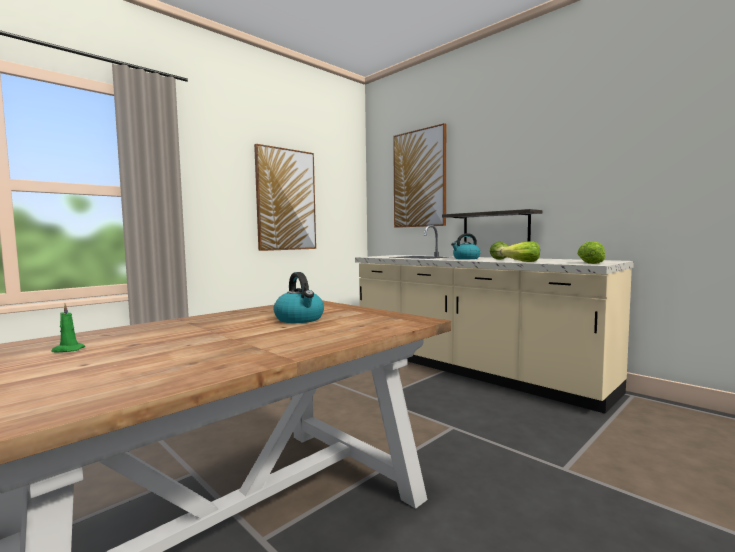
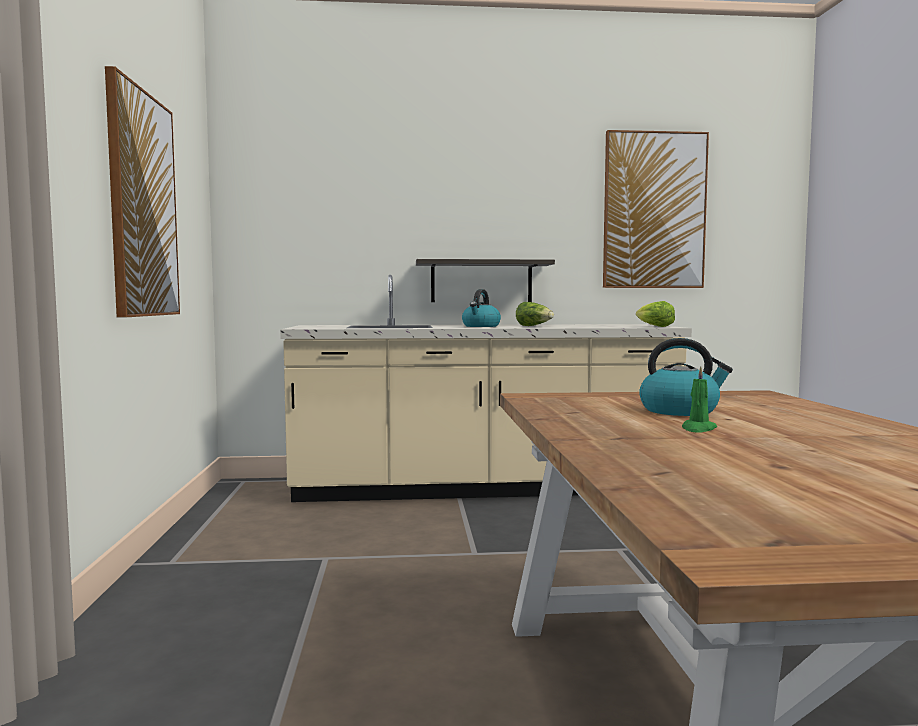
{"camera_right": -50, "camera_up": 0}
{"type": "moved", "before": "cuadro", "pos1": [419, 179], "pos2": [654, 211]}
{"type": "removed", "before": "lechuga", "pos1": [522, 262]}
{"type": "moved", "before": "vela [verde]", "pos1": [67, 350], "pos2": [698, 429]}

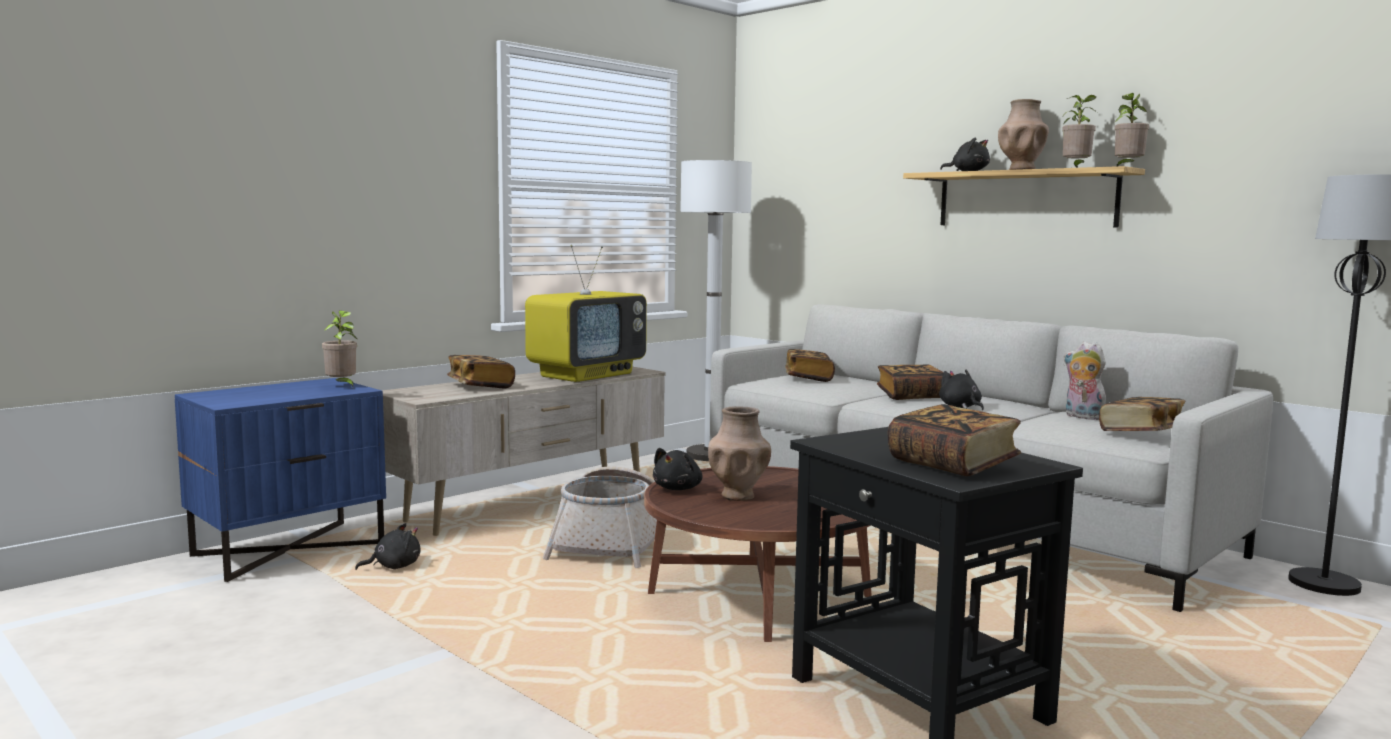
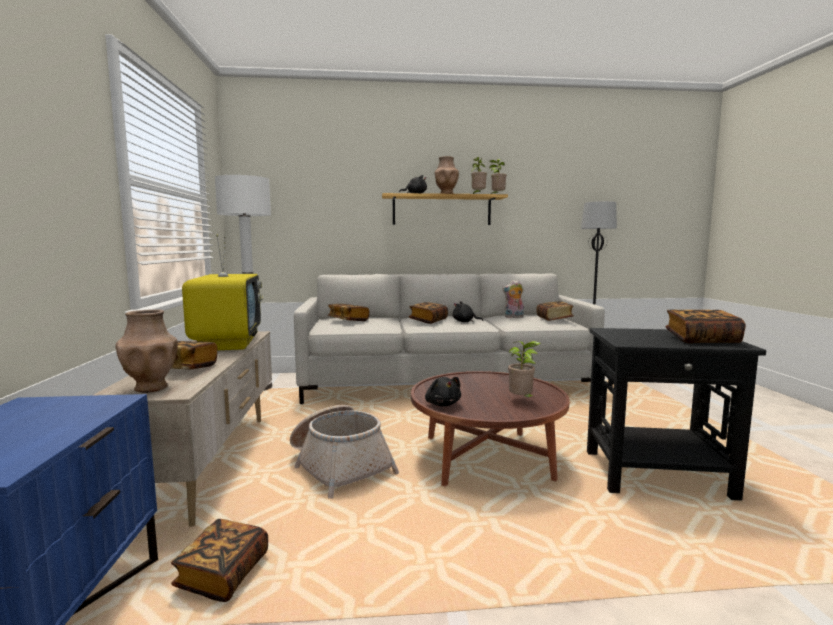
{"camera_right": -50, "camera_up": 0}
{"type": "moved", "before": "planta en maceta", "pos1": [342, 386], "pos2": [522, 400]}
{"type": "moved", "before": "florero [marrón]", "pos1": [738, 496], "pos2": [151, 388]}
{"type": "replaced", "before": "peluche [negro]", "after": "libro", "pos1": [393, 567], "pos2": [223, 575]}

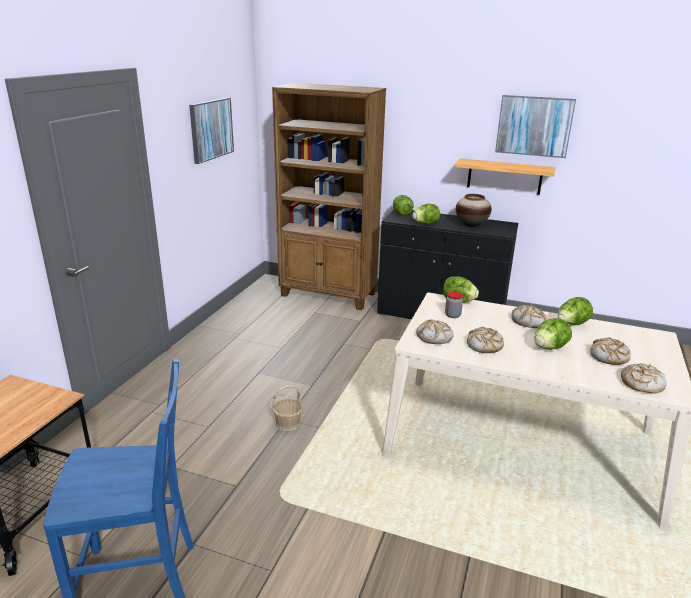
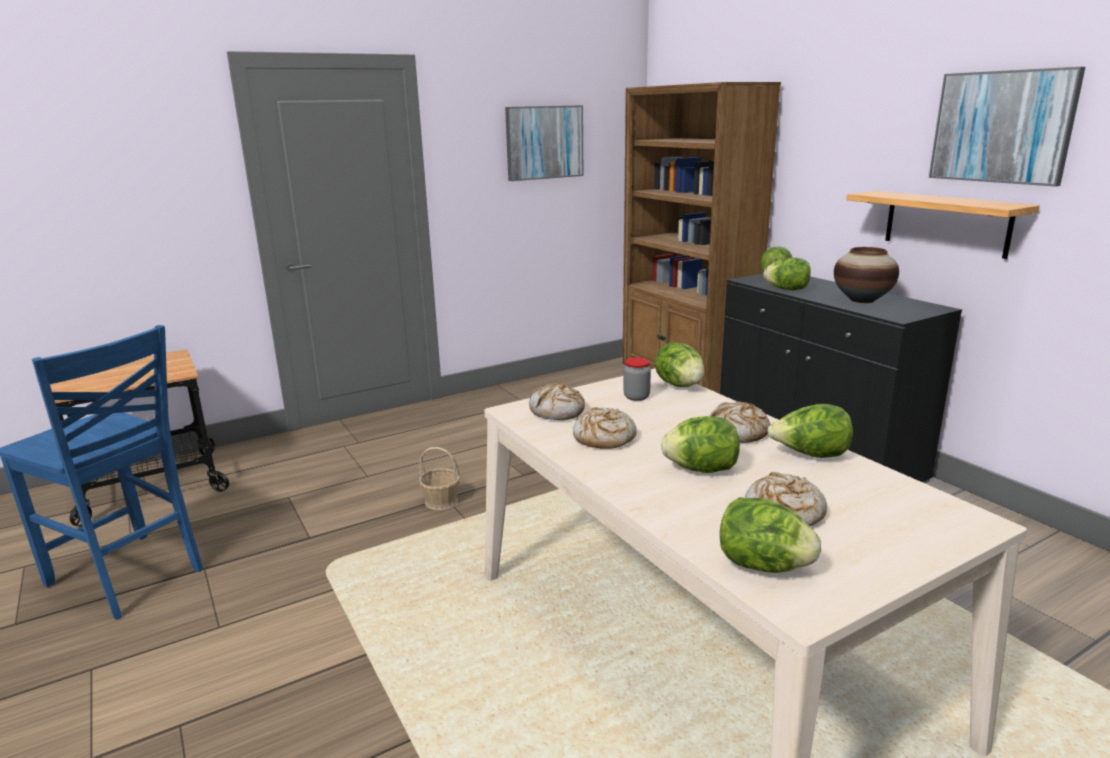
{"camera_right": 40, "camera_up": -5}
{"type": "replaced", "before": "pan", "after": "lechuga", "pos1": [641, 384], "pos2": [762, 566]}

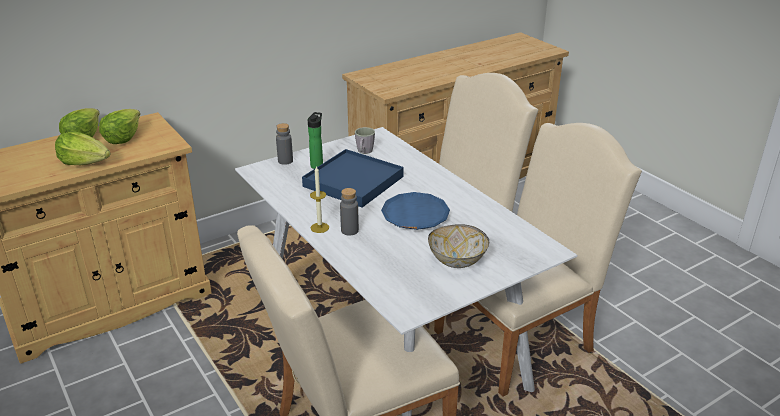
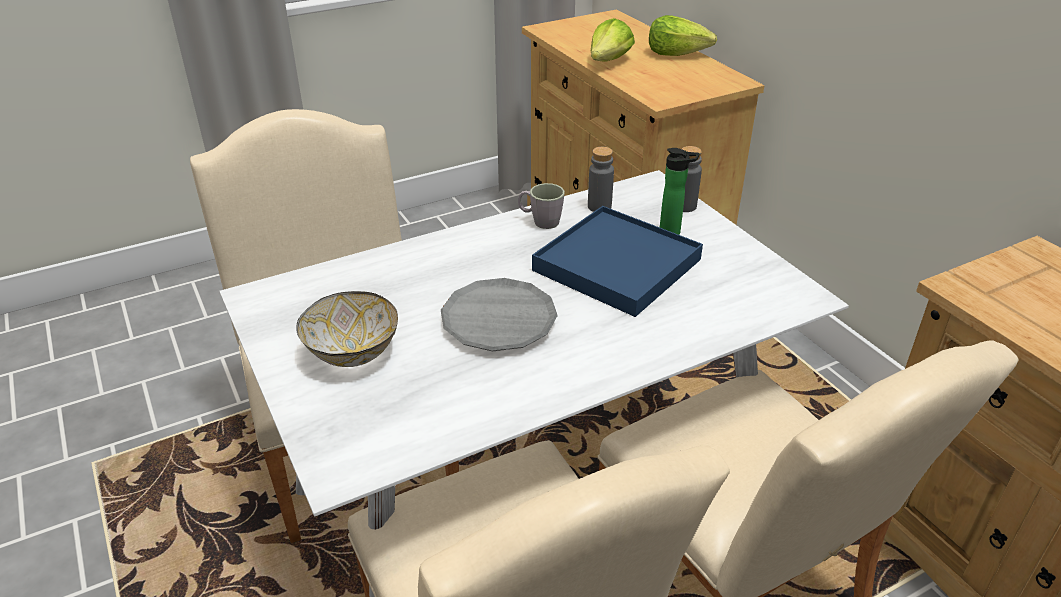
{"camera_right": 95, "camera_up": 5}
{"type": "removed", "before": "lechuga", "pos1": [123, 137]}
{"type": "moved", "before": "taza grande [gris]", "pos1": [364, 152], "pos2": [540, 221]}
{"type": "removed", "before": "vela", "pos1": [320, 227]}
{"type": "moved", "before": "botella [gris]", "pos1": [349, 230], "pos2": [599, 207]}
{"type": "recoloured", "before": "plato [azul]", "after": "plato [gris]", "pos1": [415, 215], "pos2": [499, 321]}

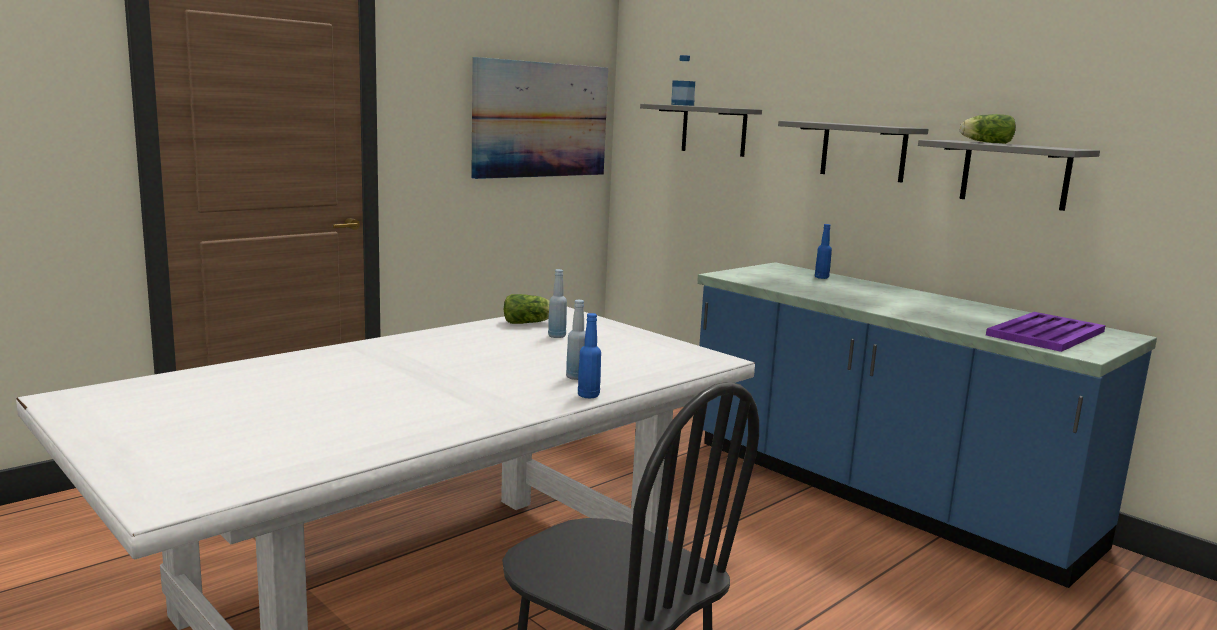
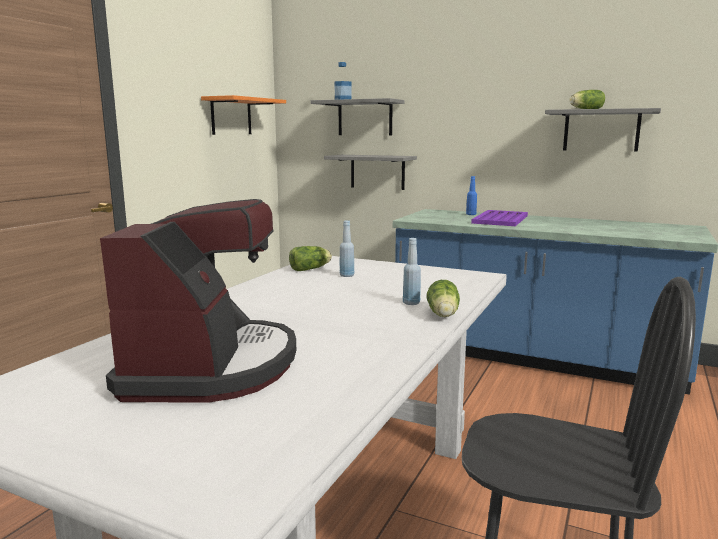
{"camera_right": -20, "camera_up": 0}
{"type": "replaced", "before": "cuadro", "after": "estante [naranja]", "pos1": [540, 120], "pos2": [231, 116]}
{"type": "moved", "before": "estante [gris]", "pos1": [863, 151], "pos2": [377, 172]}
{"type": "moved", "before": "bandeja [morado]", "pos1": [1047, 333], "pos2": [501, 219]}
{"type": "replaced", "before": "botella [azul]", "after": "lechuga", "pos1": [588, 395], "pos2": [443, 315]}
{"type": "added", "after": "cafetera", "pos2": [211, 366]}

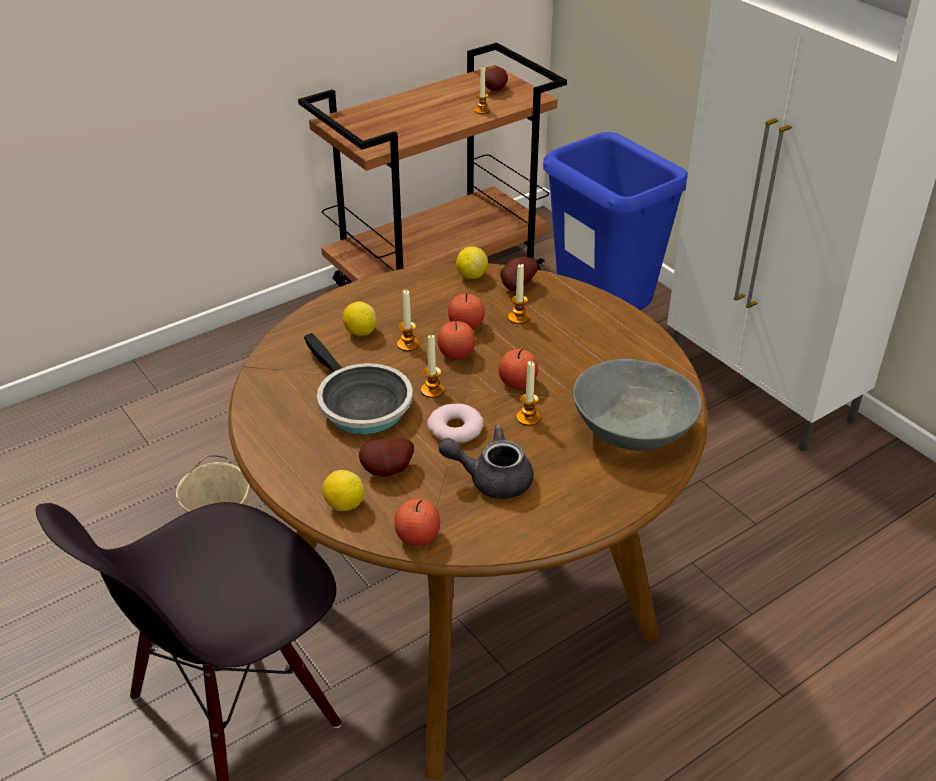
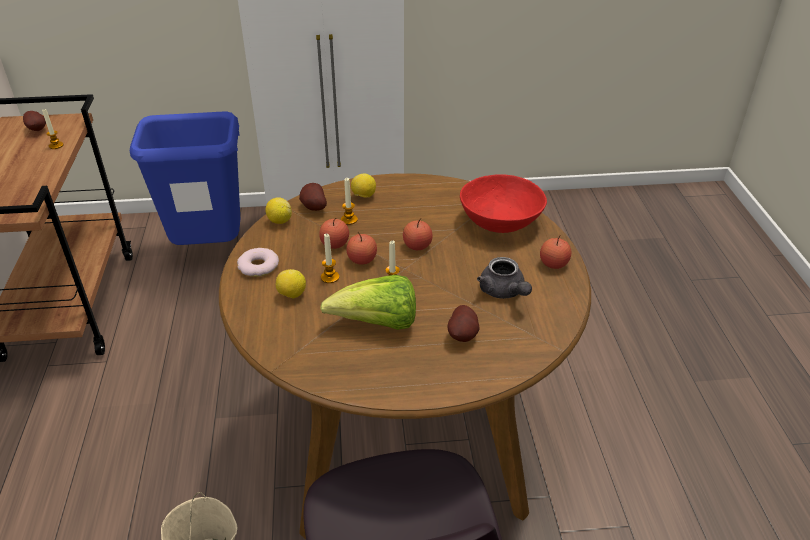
{"camera_right": -60, "camera_up": 0}
{"type": "replaced", "before": "sartén", "after": "lechuga", "pos1": [360, 404], "pos2": [377, 324]}
{"type": "recoloured", "before": "cuenco [gris]", "after": "cuenco [rojo]", "pos1": [631, 431], "pos2": [501, 222]}
{"type": "removed", "before": "vela", "pos1": [528, 418]}
{"type": "moved", "before": "rosquilla", "pos1": [455, 429], "pos2": [258, 266]}
{"type": "turned", "before": "tetera [gris]", "pos1": [491, 478], "pos2": [504, 292], "turn": -60}
{"type": "moved", "before": "limón", "pos1": [344, 505], "pos2": [363, 196]}
{"type": "moved", "before": "manzana", "pos1": [417, 536], "pos2": [553, 264]}

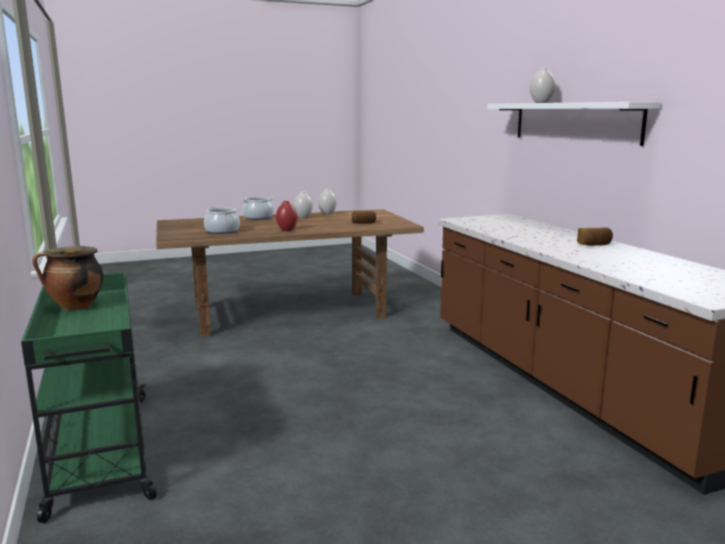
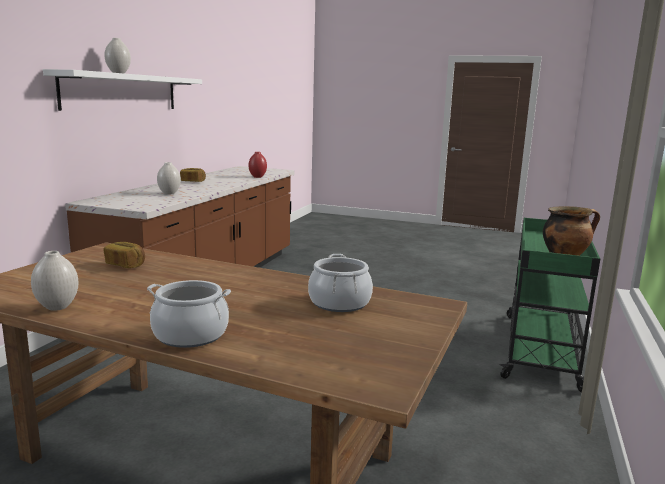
{"camera_right": -140, "camera_up": 0}
{"type": "moved", "before": "florero [blanco]", "pos1": [303, 217], "pos2": [169, 193]}
{"type": "moved", "before": "florero [rojo]", "pos1": [286, 230], "pos2": [257, 177]}

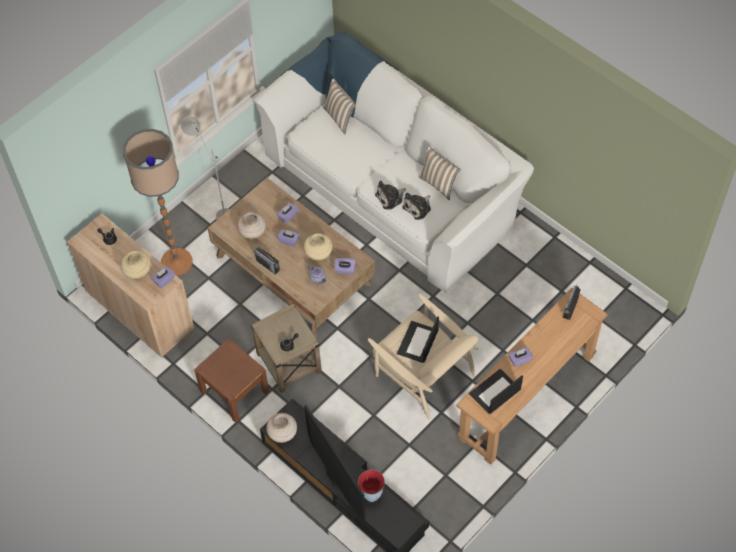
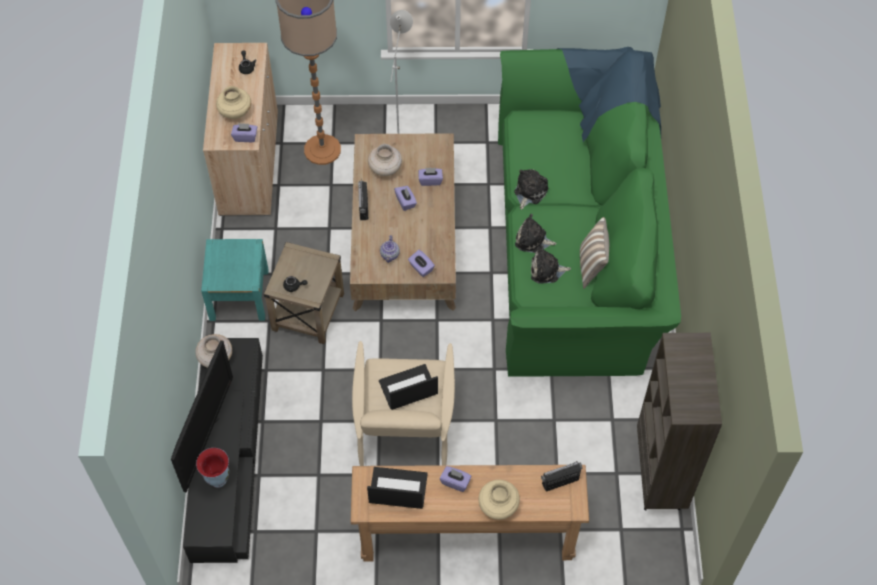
{"camera_right": 45, "camera_up": 0}
{"type": "recoloured", "before": "sofá [blanco]", "after": "sofá [verde]", "pos1": [392, 184], "pos2": [577, 241]}
{"type": "removed", "before": "cojín", "pos1": [340, 118]}
{"type": "moved", "before": "florero [beis]", "pos1": [318, 253], "pos2": [498, 506]}
{"type": "recoloured", "before": "mesita de noche [marrón]", "after": "mesita de noche [turquesa]", "pos1": [234, 391], "pos2": [239, 295]}
{"type": "added", "after": "peluche", "pos2": [529, 192]}
{"type": "added", "after": "estantería [marrón]", "pos2": [660, 476]}

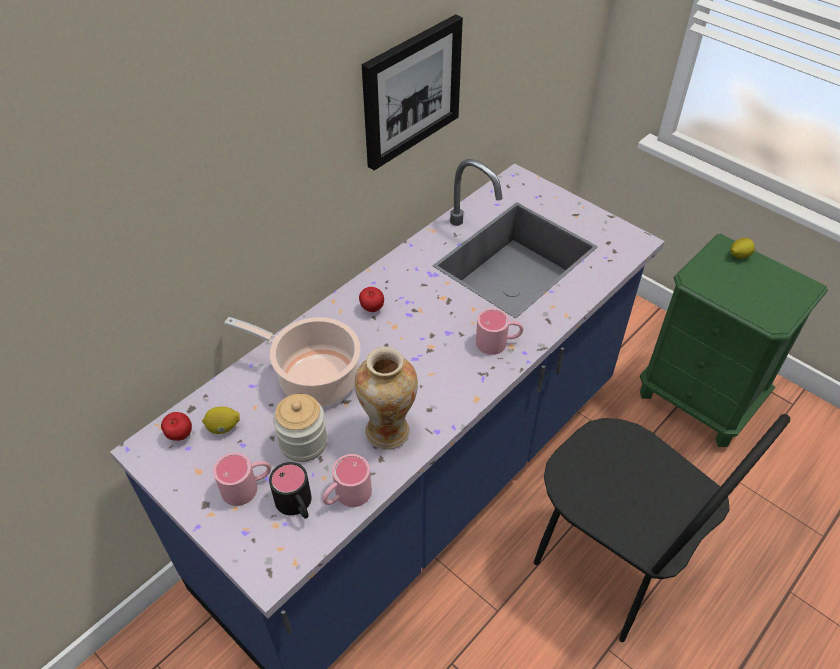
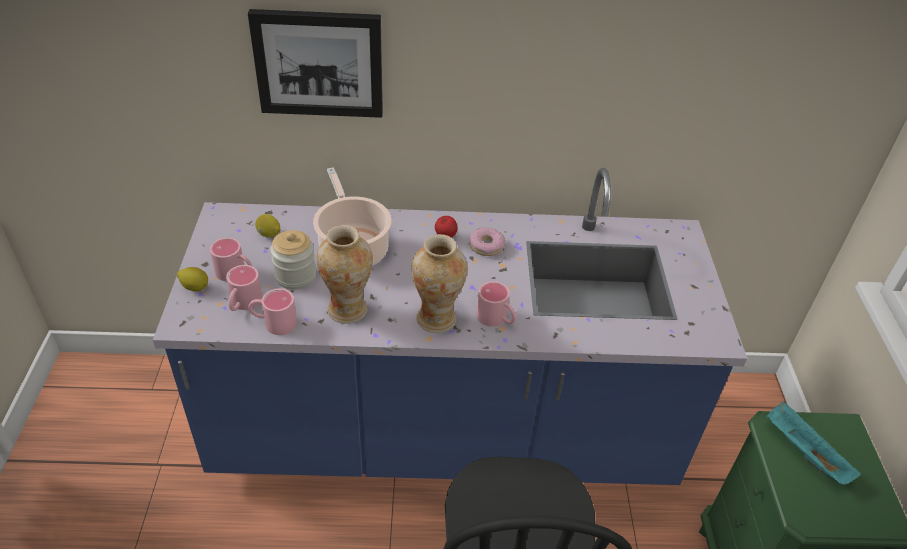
{"camera_right": 45, "camera_up": -5}
{"type": "moved", "before": "cuadro", "pos1": [410, 91], "pos2": [319, 63]}
{"type": "moved", "before": "limón", "pos1": [738, 255], "pos2": [195, 287]}
{"type": "removed", "before": "manzana", "pos1": [180, 436]}
{"type": "recoloured", "before": "taza grande [negro]", "after": "taza grande [rosa]", "pos1": [297, 505], "pos2": [243, 304]}
{"type": "added", "after": "rosquilla", "pos2": [486, 246]}
{"type": "added", "after": "florero", "pos2": [436, 319]}
{"type": "added", "after": "bandeja [turquesa]", "pos2": [803, 452]}

